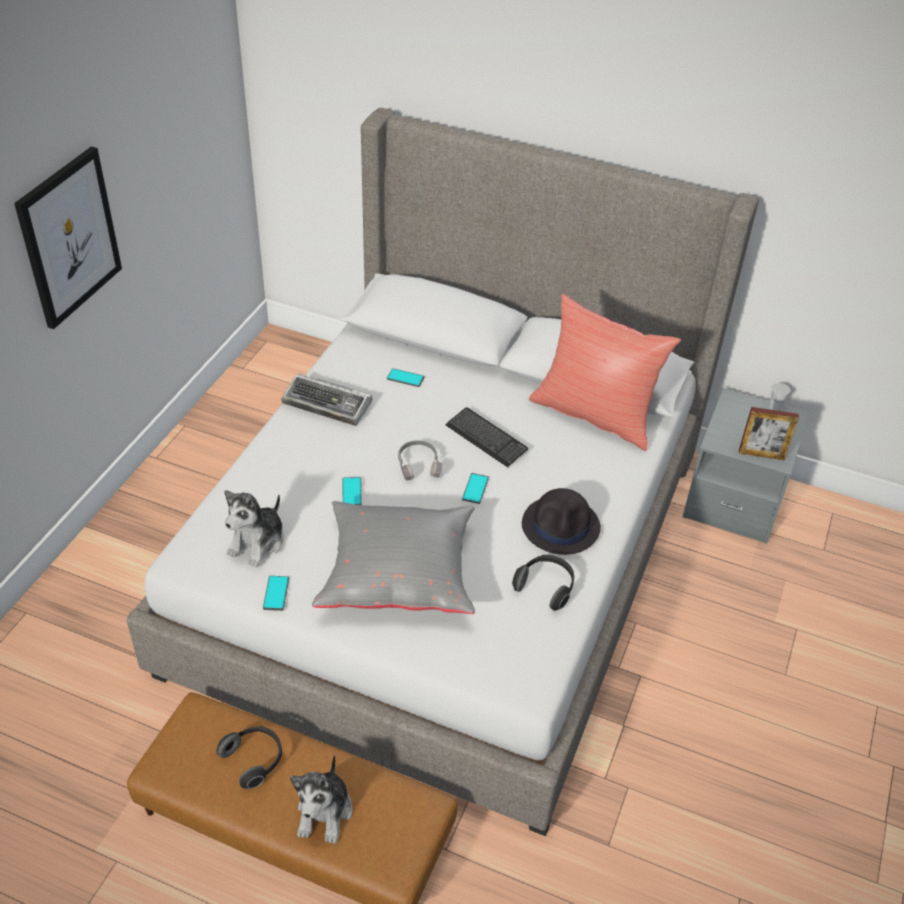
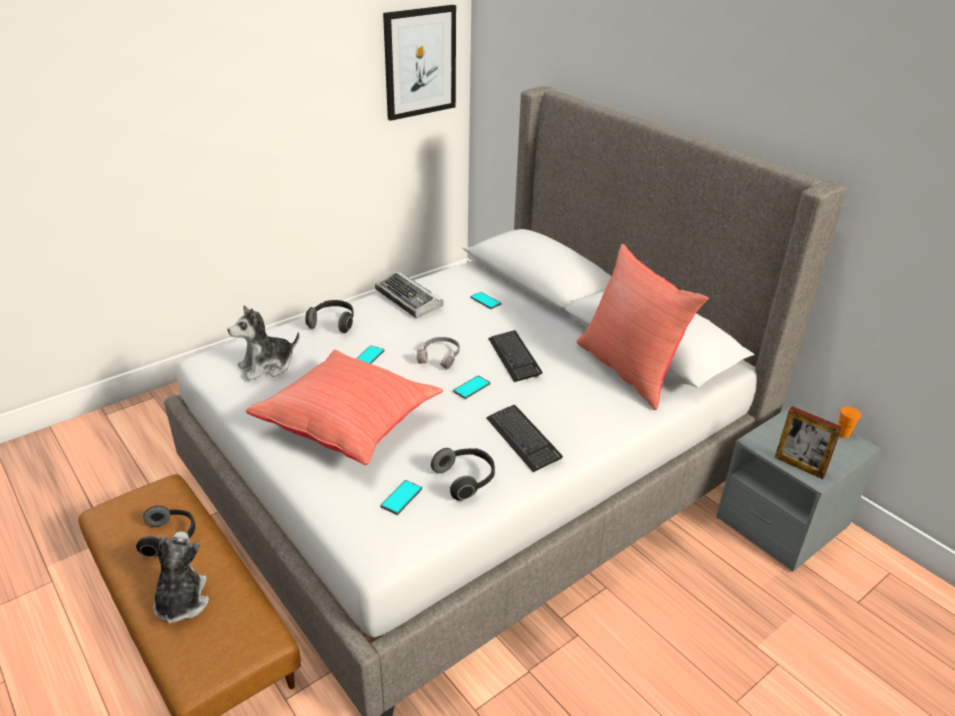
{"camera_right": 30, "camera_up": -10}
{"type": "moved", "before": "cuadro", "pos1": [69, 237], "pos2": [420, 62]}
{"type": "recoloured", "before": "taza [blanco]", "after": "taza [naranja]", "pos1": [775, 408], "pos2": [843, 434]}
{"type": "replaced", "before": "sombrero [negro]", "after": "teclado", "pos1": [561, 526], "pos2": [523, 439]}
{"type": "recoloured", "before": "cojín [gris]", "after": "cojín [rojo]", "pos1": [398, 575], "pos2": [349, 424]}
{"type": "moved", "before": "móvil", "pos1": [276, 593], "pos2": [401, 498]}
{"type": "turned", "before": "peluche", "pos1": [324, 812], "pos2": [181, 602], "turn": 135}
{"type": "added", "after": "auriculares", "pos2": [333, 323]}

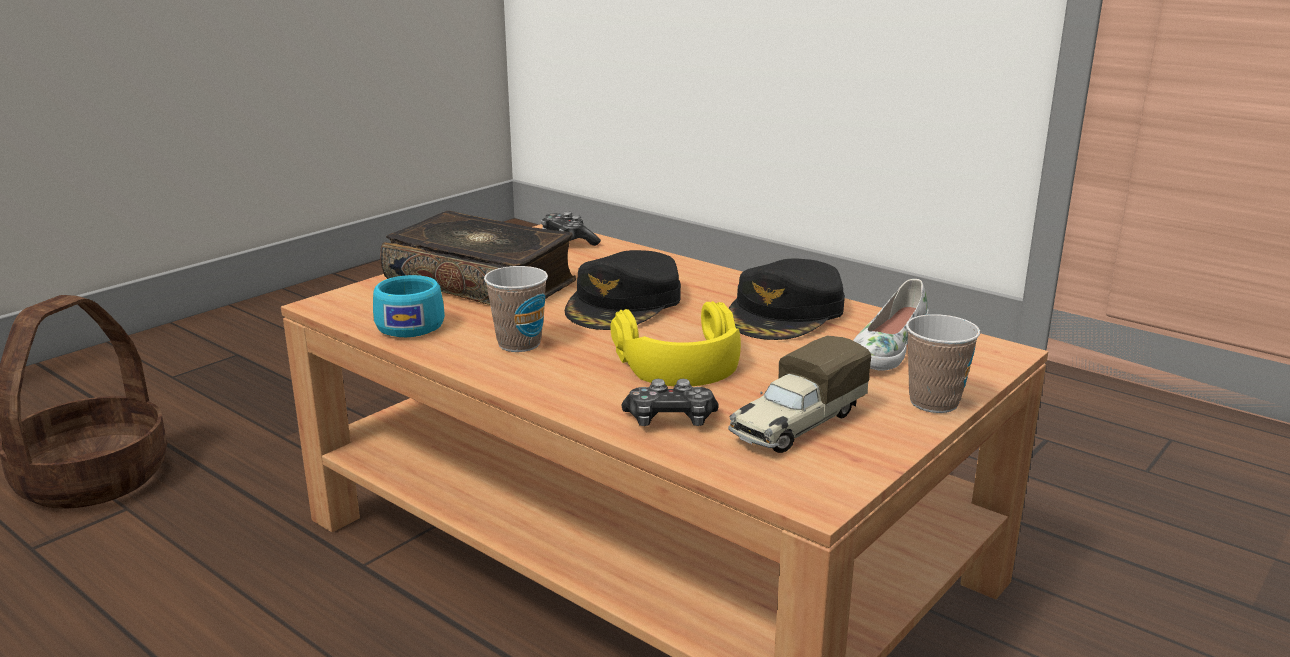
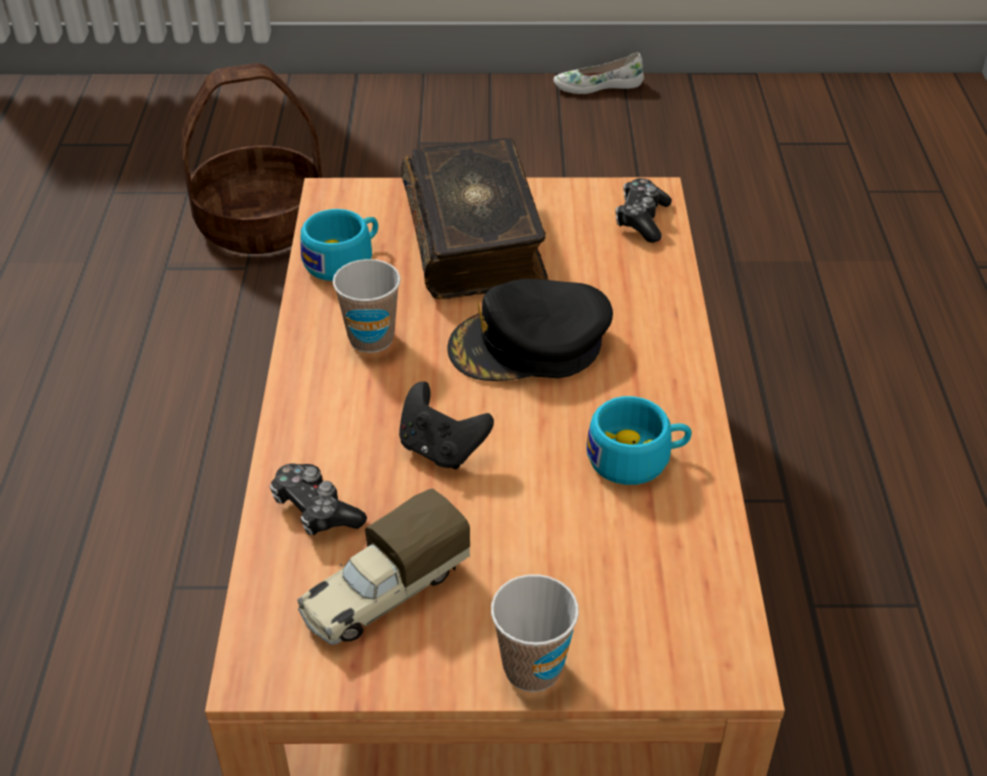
{"camera_right": 50, "camera_up": 20}
{"type": "replaced", "before": "gorra [negro]", "after": "taza [turquesa]", "pos1": [786, 313], "pos2": [637, 458]}
{"type": "moved", "before": "zapato [blanco]", "pos1": [886, 349], "pos2": [598, 85]}
{"type": "replaced", "before": "auriculares [amarillo]", "after": "mando de consola [negro]", "pos1": [679, 360], "pos2": [441, 449]}
{"type": "turned", "before": "camión de juguete", "pos1": [796, 425], "pos2": [383, 593], "turn": -45}

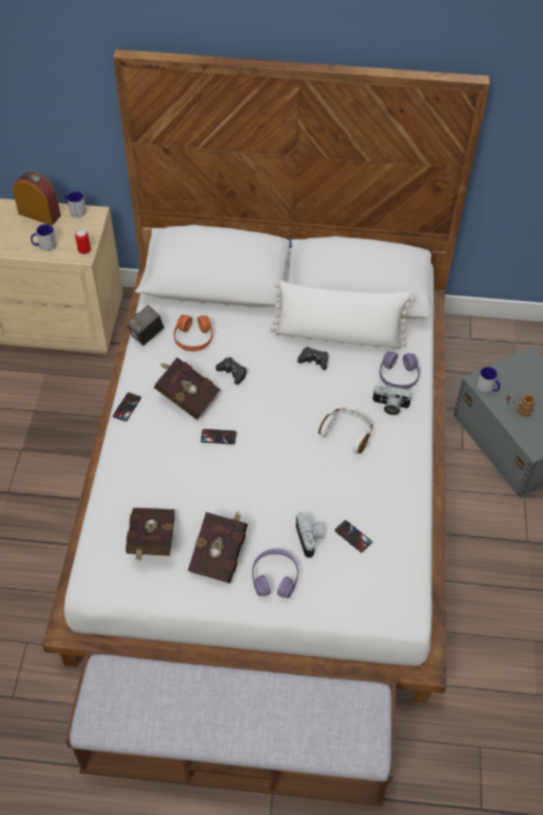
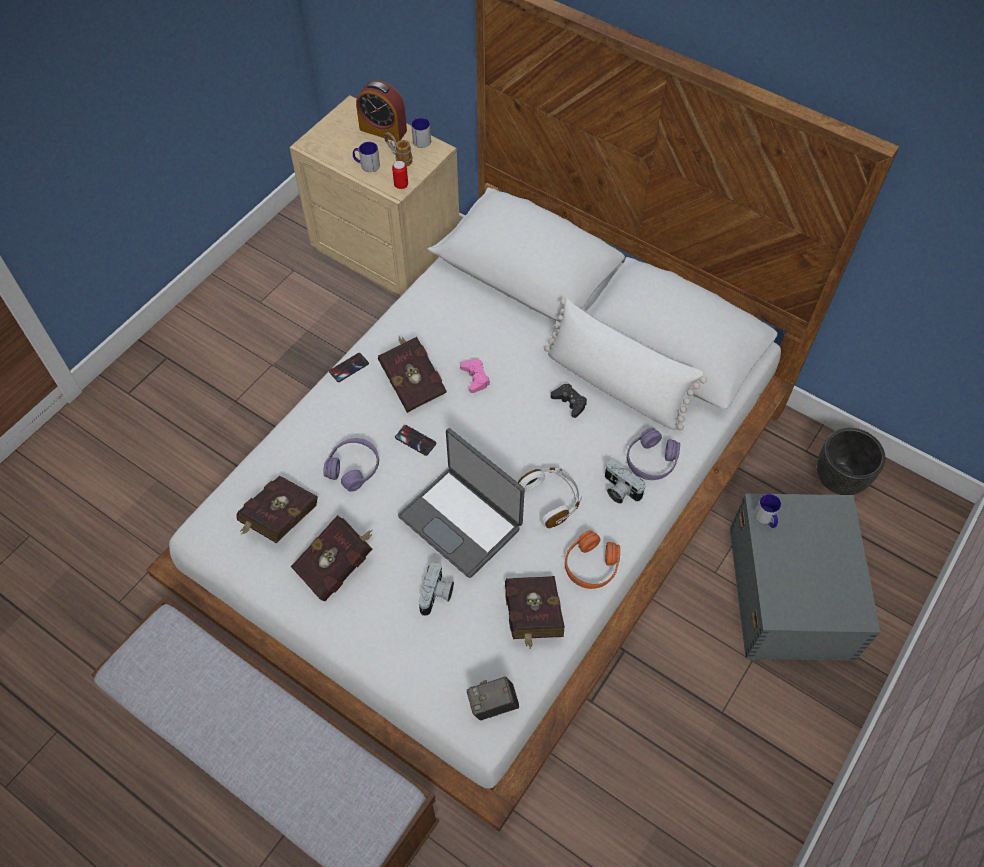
{"camera_right": 30, "camera_up": 5}
{"type": "turned", "before": "despertador", "pos1": [39, 214], "pos2": [383, 130], "turn": 150}
{"type": "moved", "before": "cámara", "pos1": [147, 336], "pos2": [493, 705]}
{"type": "moved", "before": "auriculares [naranja]", "pos1": [193, 338], "pos2": [591, 565]}
{"type": "recoloured", "before": "mando de consola [negro]", "after": "mando de consola [rosa]", "pos1": [232, 373], "pos2": [475, 378]}
{"type": "moved", "before": "taza grande", "pos1": [517, 410], "pos2": [398, 158]}
{"type": "removed", "before": "móvil", "pos1": [353, 536]}
{"type": "moved", "before": "auriculares [morado]", "pos1": [275, 578], "pos2": [353, 468]}
{"type": "added", "after": "portátil", "pos2": [462, 521]}
{"type": "added", "after": "maceta [negro]", "pos2": [837, 480]}
{"type": "added", "after": "libro [rojo]", "pos2": [532, 618]}

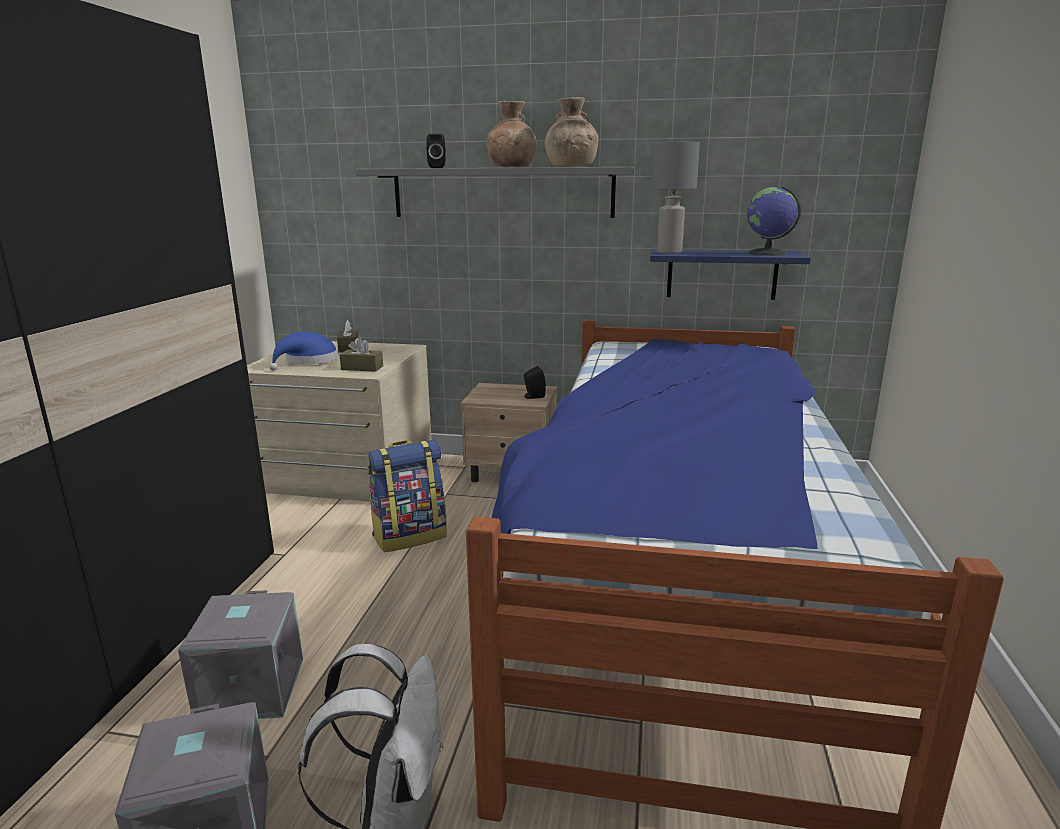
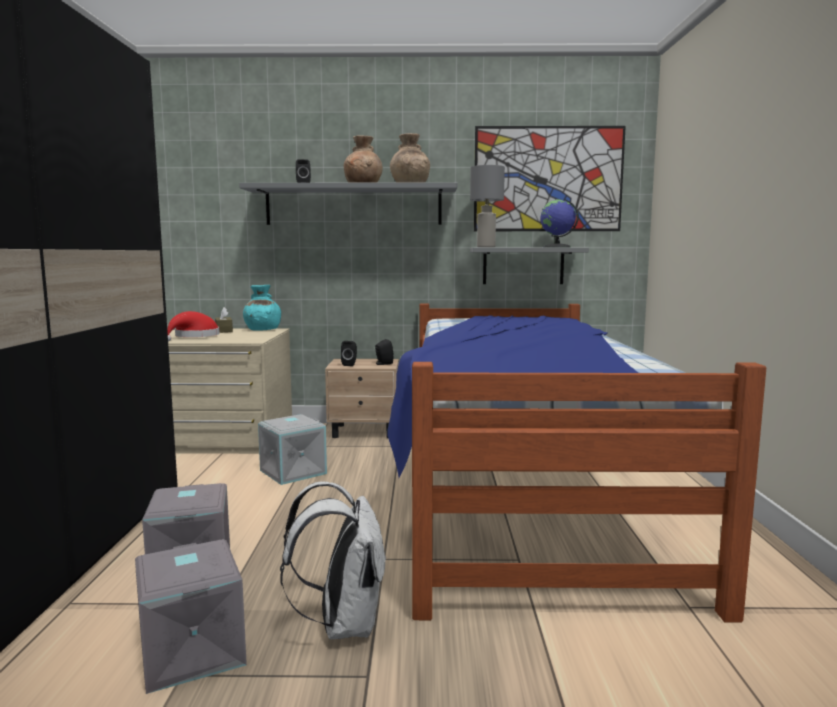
{"camera_right": -10, "camera_up": -10}
{"type": "recoloured", "before": "estante [azul]", "after": "estante [gris]", "pos1": [722, 274], "pos2": [523, 266]}
{"type": "recoloured", "before": "sombrero [azul]", "after": "sombrero [rojo]", "pos1": [308, 361], "pos2": [194, 337]}
{"type": "removed", "before": "caja de pañuelos [marrón]", "pos1": [362, 368]}
{"type": "replaced", "before": "mochila", "after": "caja de almacenaje [gris]", "pos1": [410, 536], "pos2": [293, 471]}
{"type": "added", "after": "cuadro", "pos2": [548, 179]}
{"type": "added", "after": "florero [turquesa]", "pos2": [262, 330]}
{"type": "added", "after": "altavoz [negro]", "pos2": [350, 364]}

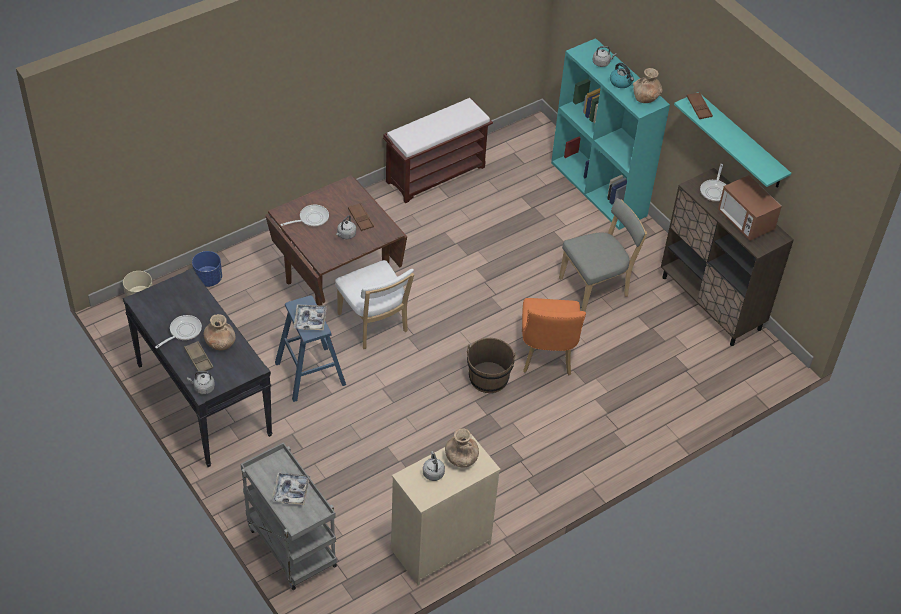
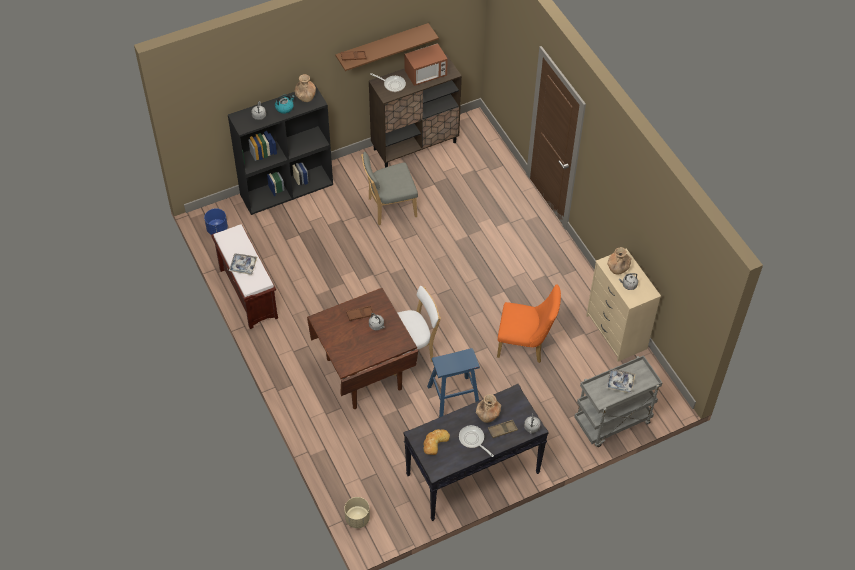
{"camera_right": -80, "camera_up": 5}
{"type": "recoloured", "before": "estantería [turquesa]", "after": "estantería [negro]", "pos1": [599, 189], "pos2": [287, 189]}
{"type": "recoloured", "before": "estante [turquesa]", "after": "estante [marrón]", "pos1": [741, 141], "pos2": [382, 46]}
{"type": "turned", "before": "silla [gris]", "pos1": [597, 287], "pos2": [389, 208], "turn": -90}
{"type": "removed", "before": "sartén", "pos1": [311, 218]}
{"type": "moved", "before": "maceta [azul]", "pos1": [208, 279], "pos2": [217, 229]}
{"type": "moved", "before": "silla [naranja]", "pos1": [546, 357], "pos2": [525, 345]}
{"type": "moved", "before": "bandeja", "pos1": [310, 320], "pos2": [243, 266]}
{"type": "removed", "before": "cubo [marrón]", "pos1": [488, 378]}
{"type": "added", "after": "pan", "pos2": [434, 442]}

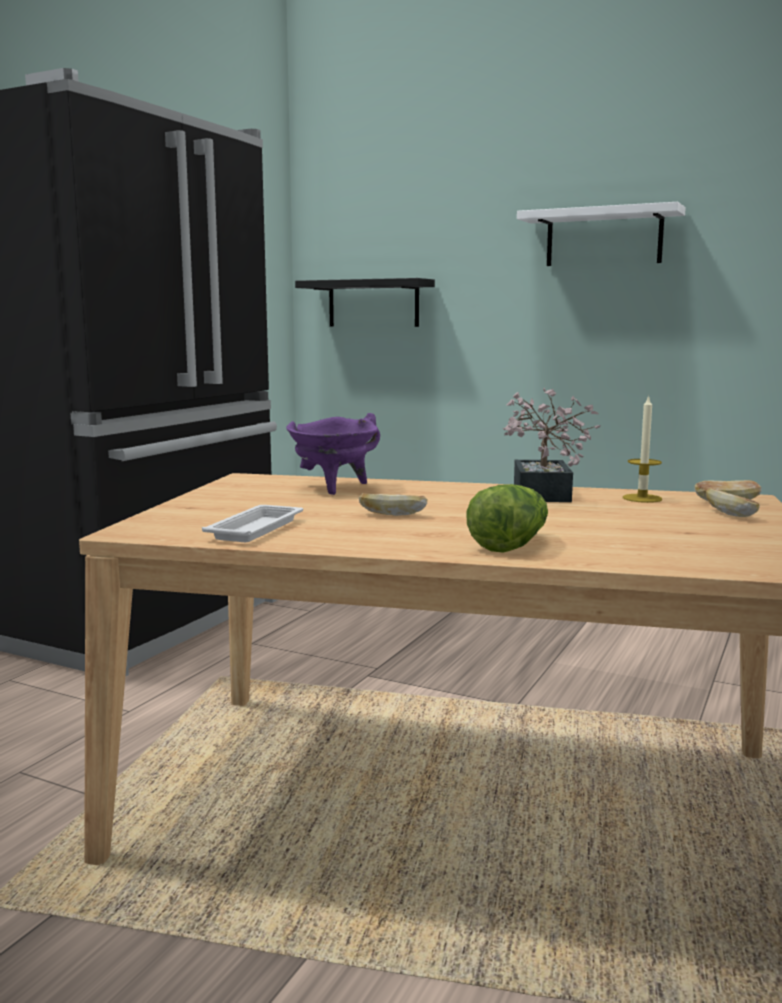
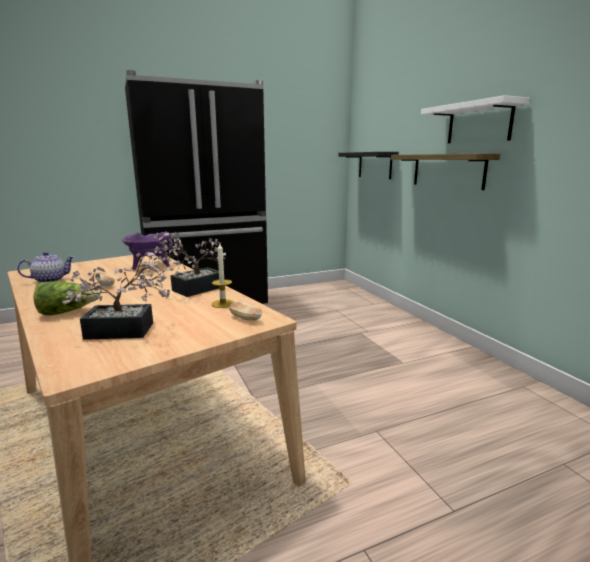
{"camera_right": 40, "camera_up": 5}
{"type": "removed", "before": "pan", "pos1": [730, 514]}
{"type": "replaced", "before": "bandeja [blanco]", "after": "tetera", "pos1": [256, 529], "pos2": [50, 280]}
{"type": "added", "after": "estante", "pos2": [447, 170]}
{"type": "added", "after": "planta en maceta", "pos2": [127, 331]}

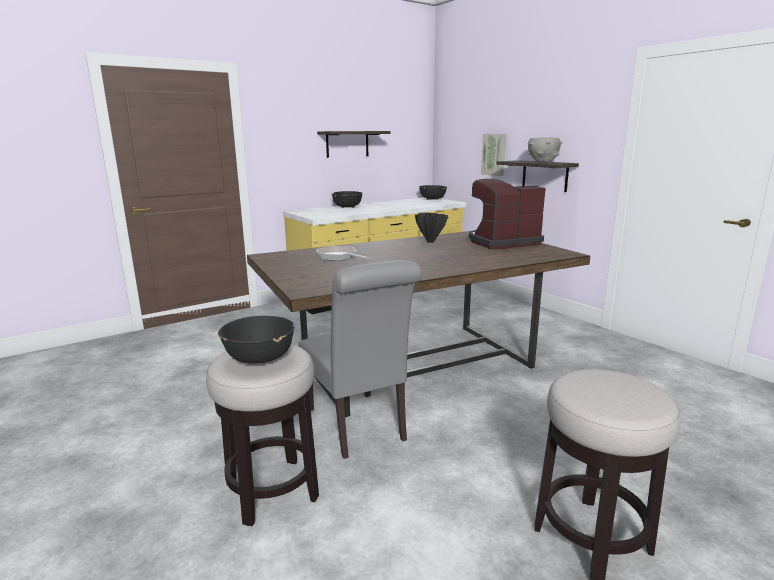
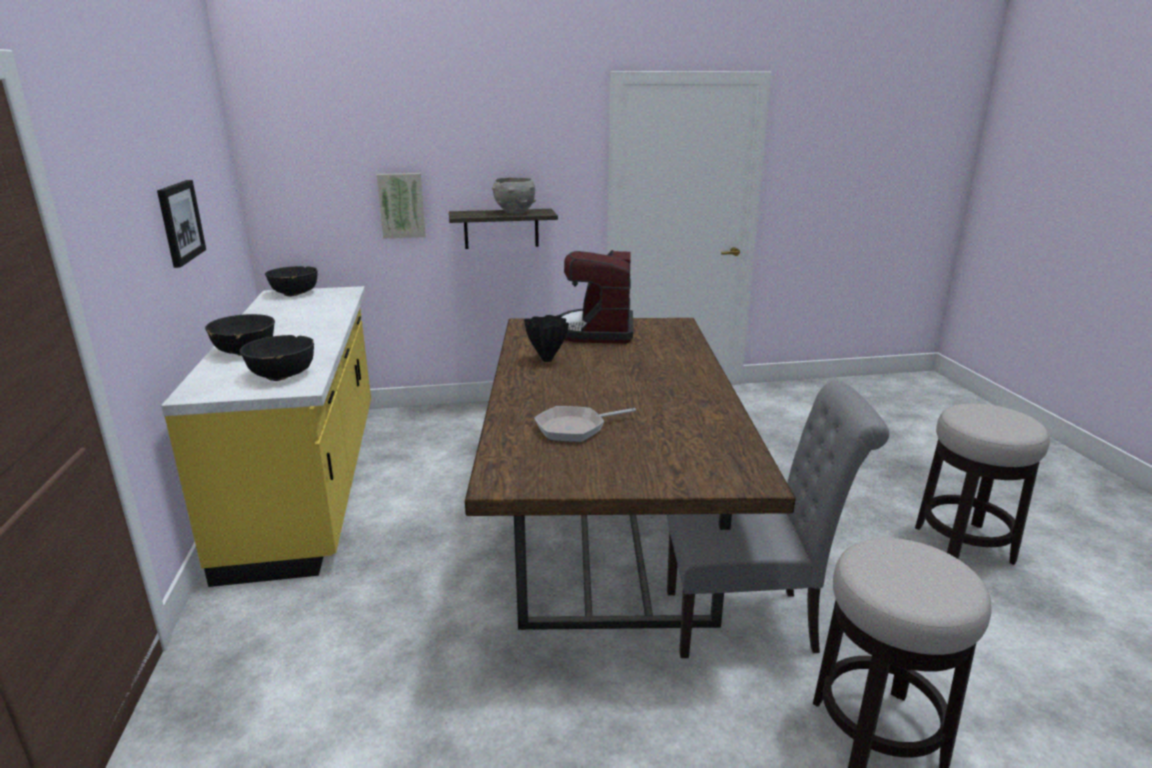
{"camera_right": -65, "camera_up": 5}
{"type": "replaced", "before": "estante", "after": "cuadro", "pos1": [347, 144], "pos2": [180, 222]}
{"type": "moved", "before": "cuenco [negro]", "pos1": [260, 358], "pos2": [282, 375]}

